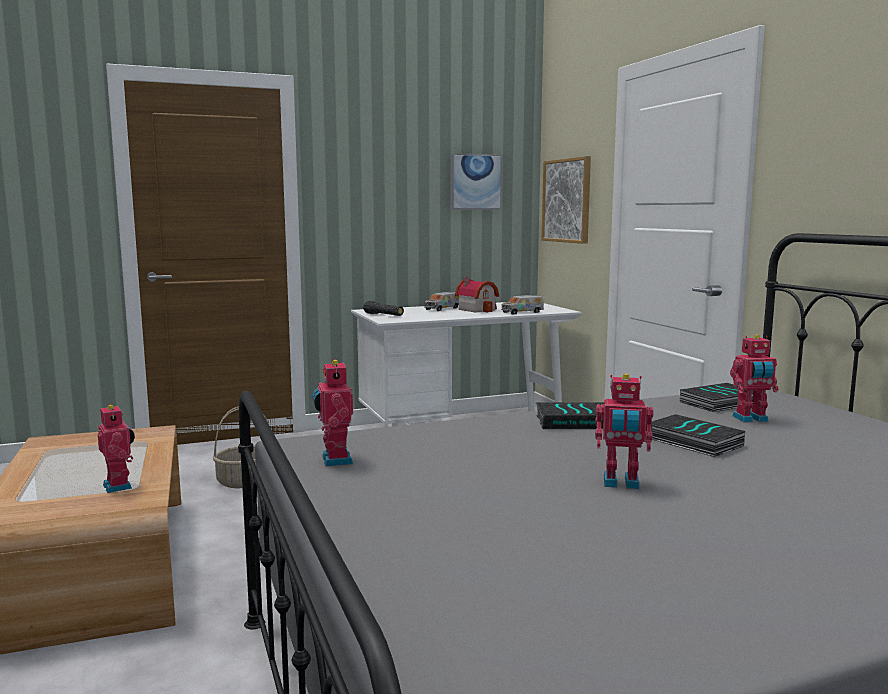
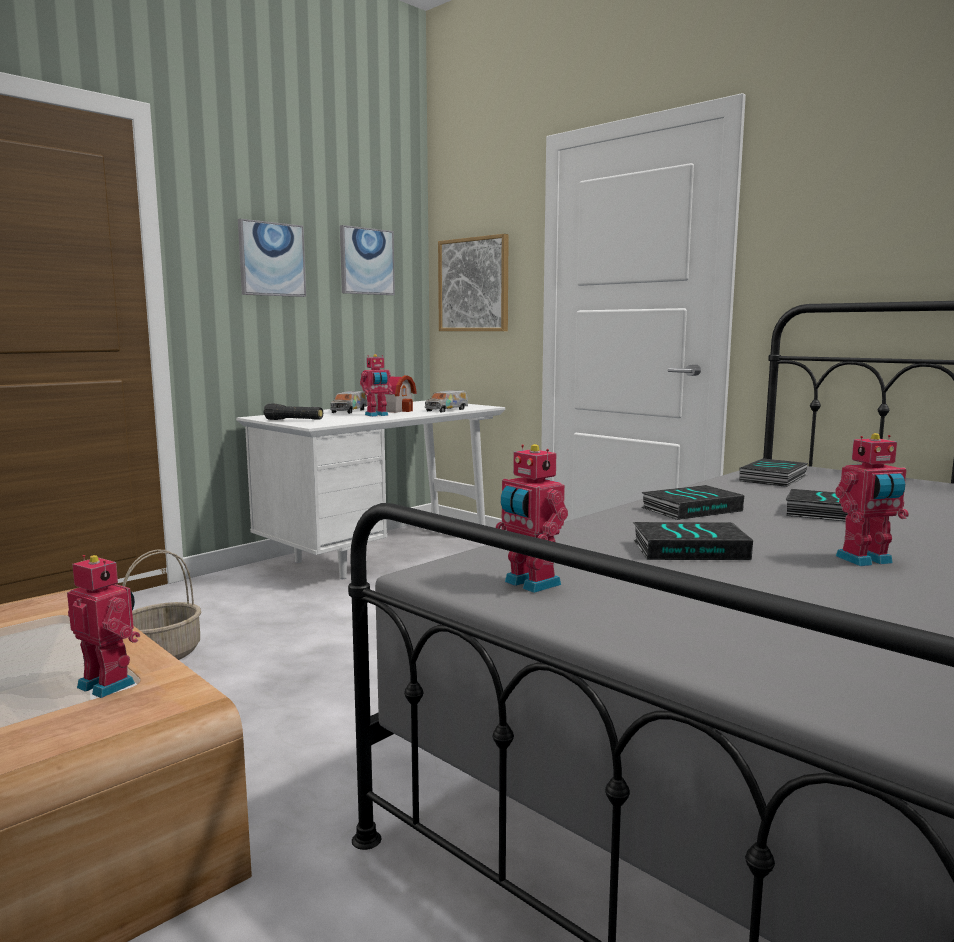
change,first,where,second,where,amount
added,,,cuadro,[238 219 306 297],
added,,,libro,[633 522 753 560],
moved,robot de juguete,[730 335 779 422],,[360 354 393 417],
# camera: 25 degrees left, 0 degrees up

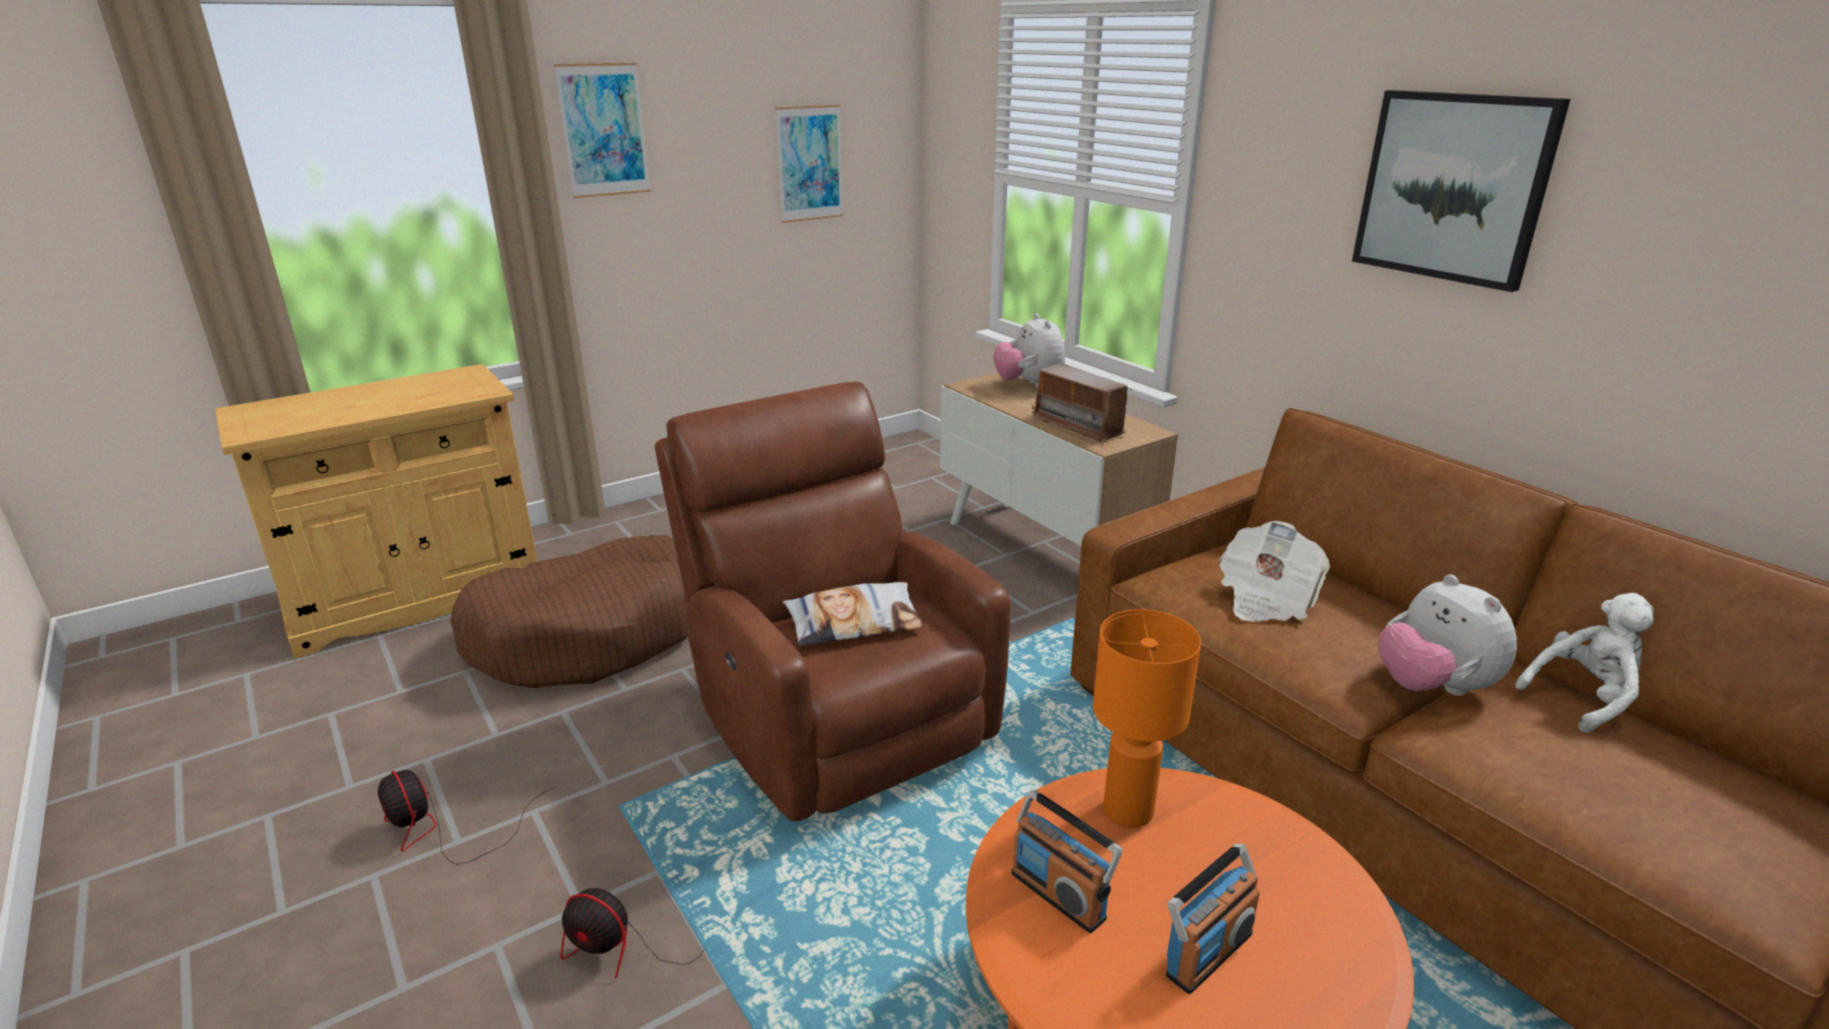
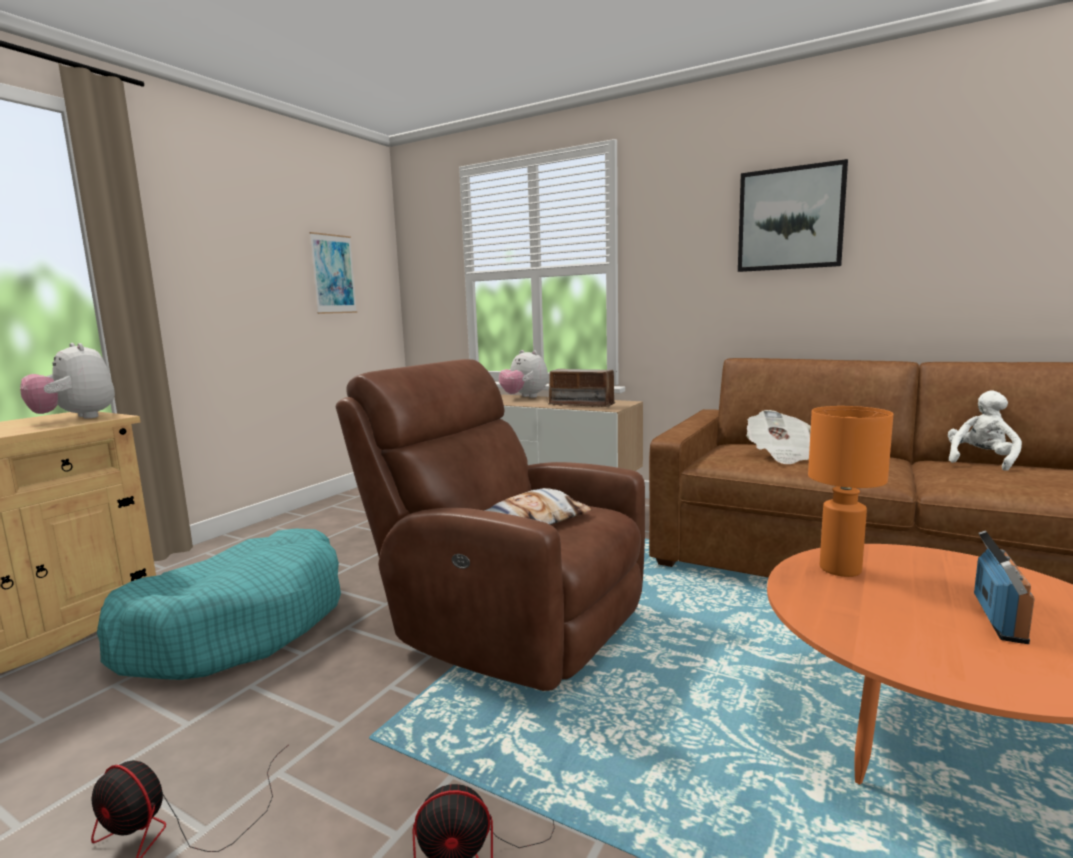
change,first,where,second,where,amount
removed,cuadro,[554 62 651 198],,,
removed,radio,[1011 790 1123 933],,,
moved,peluche,[1378 574 1517 696],,[20 343 115 419],
recoloured,cama para perro [marrón],[450 535 688 688],cama para perro [turquesa],[97 528 341 680],
# camera: 25 degrees left, 15 degrees down

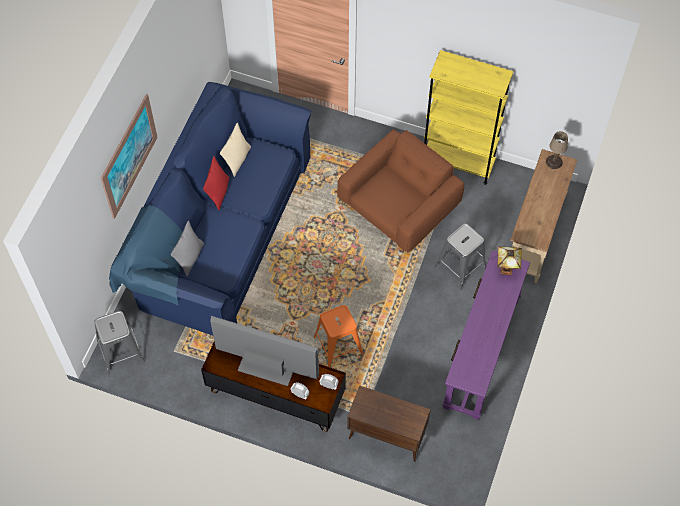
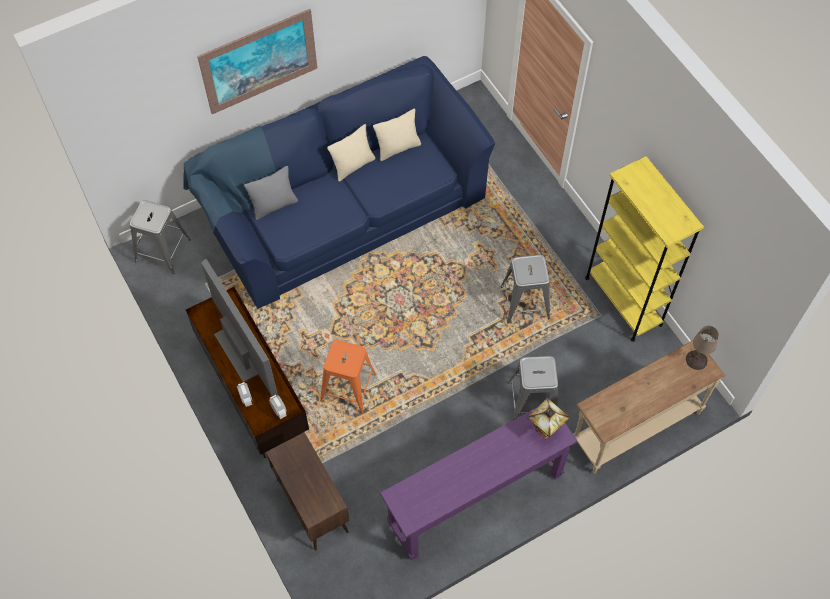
change,first,where,second,where,amount
replaced,sillón [marrón],[337 129 465 253],taburete [gris],[501 255 550 324],
recoloured,cojín [rojo],[203 156 229 210],cojín [beis],[327 124 375 181],
# camera: 40 degrees right, 0 degrees up

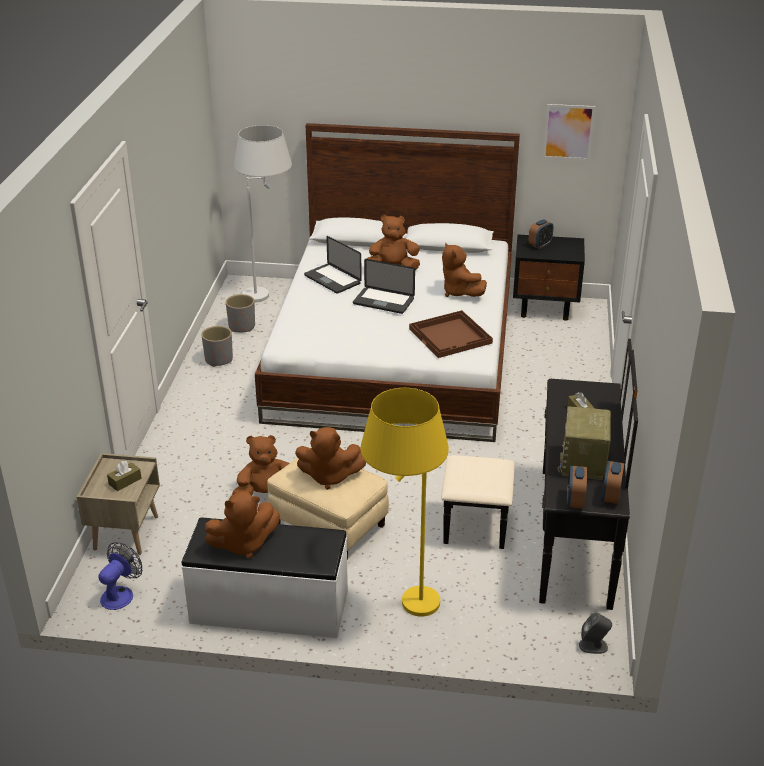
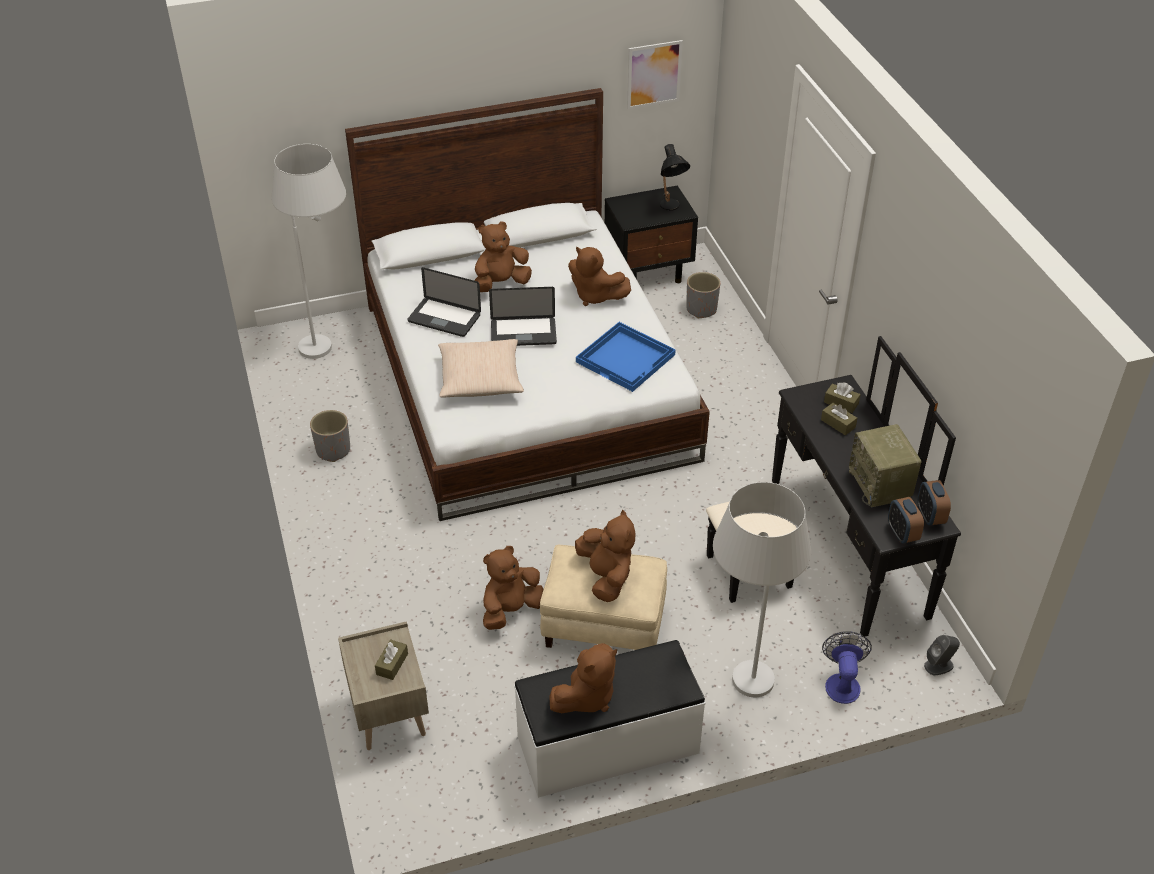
change,first,where,second,where,amount
removed,despertador,[528 219 554 249],,,
added,,,cojín [beis],[438 339 524 398],
added,,,lámpara de mesa [negro],[660 144 690 211],
added,,,caja de pañuelos [marrón],[824 382 861 413],
moved,ventilador,[98 542 142 610],,[822 631 872 704],
moved,maceta [gris],[226 294 255 332],,[686 272 720 318],
recoloured,lámpara de pie [amarillo],[361 388 449 617],lámpara de pie [blanco],[713 482 811 697],
recoloured,bandeja [marrón],[409 310 493 358],bandeja [azul],[576 322 676 392],
turned,peluche [marrón],[295 427 367 490],,[575 510 635 602],90 degrees counterclockwise
# camera: 25 degrees left, 10 degrees up

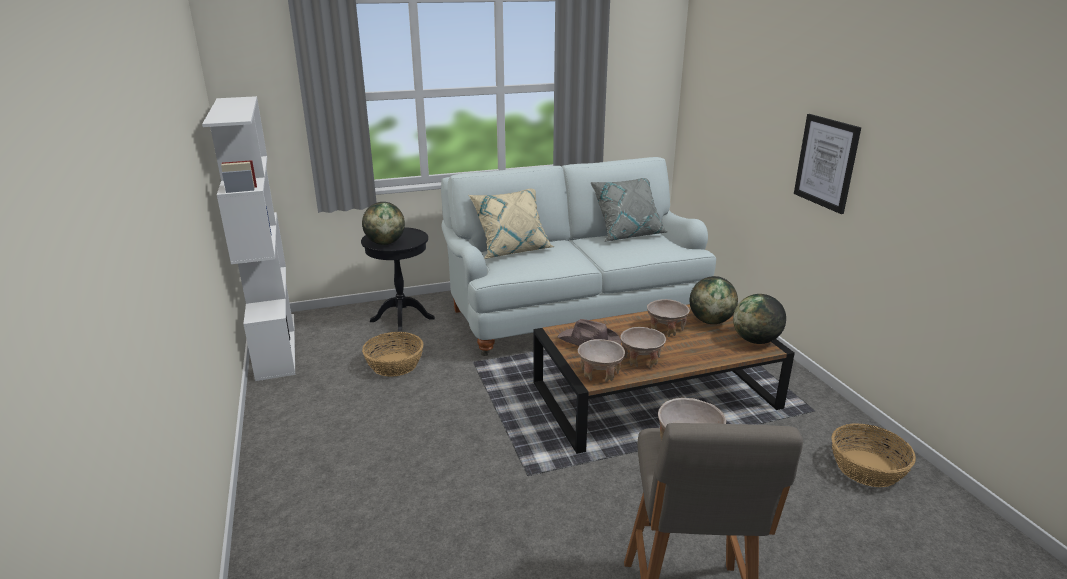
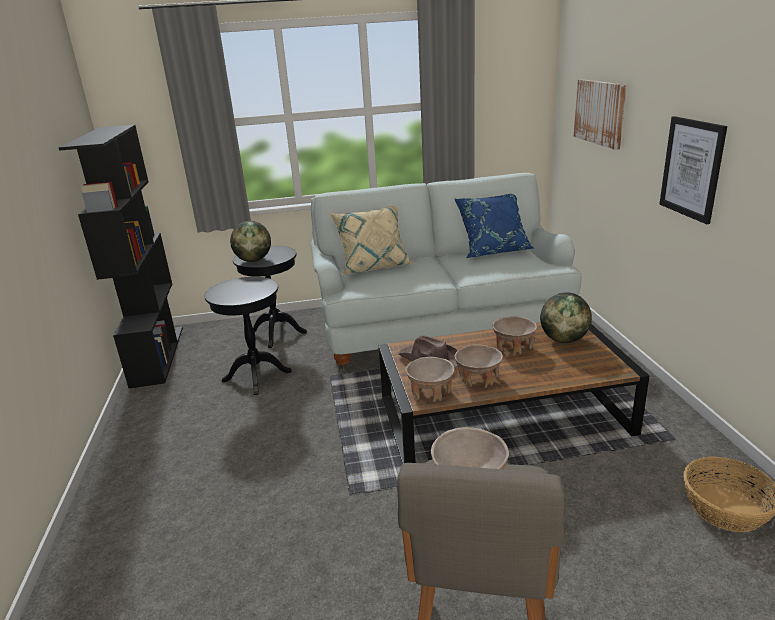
change,first,where,second,where,amount
removed,globo terráqueo,[733 294 786 344],,,
added,,,cuadro,[574 79 627 150],
replaced,cesta,[362 332 423 377],mesa auxiliar [negro],[205 277 292 395],
recoloured,estantería [blanco],[202 96 295 381],estantería [negro],[58 125 183 388],
recoloured,cojín [gris],[591 178 667 242],cojín [azul],[455 194 534 258],
# camera: 10 degrees right, 0 degrees up

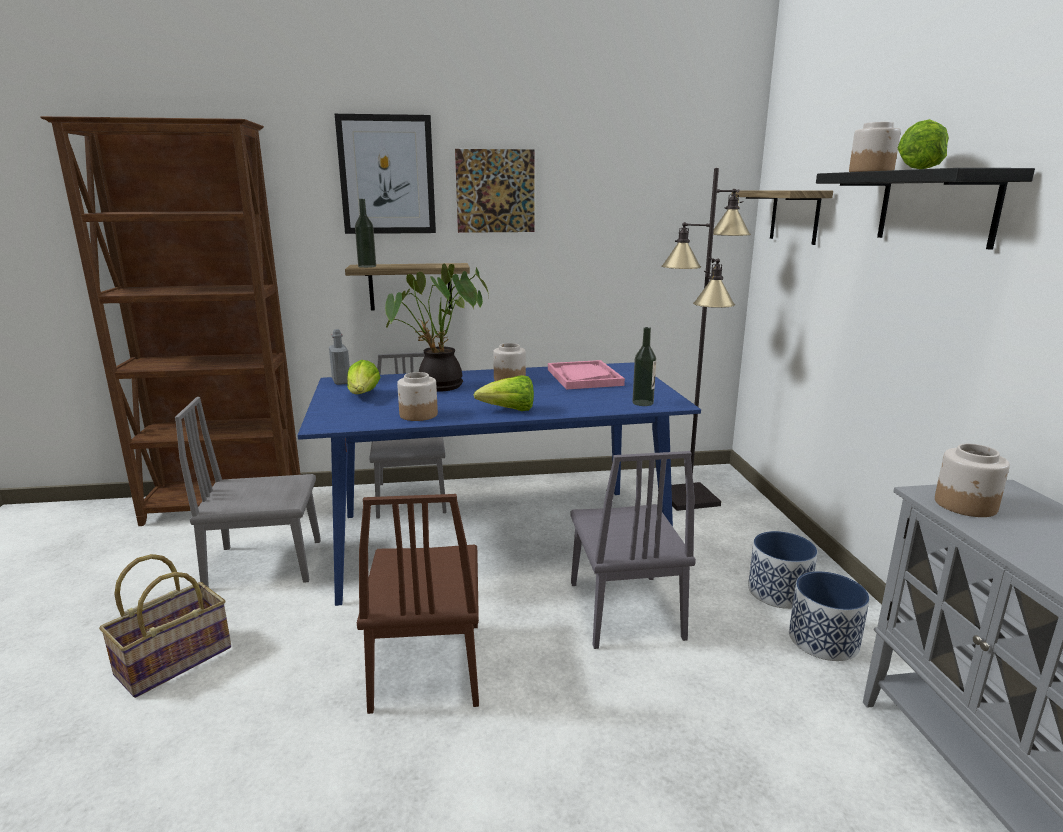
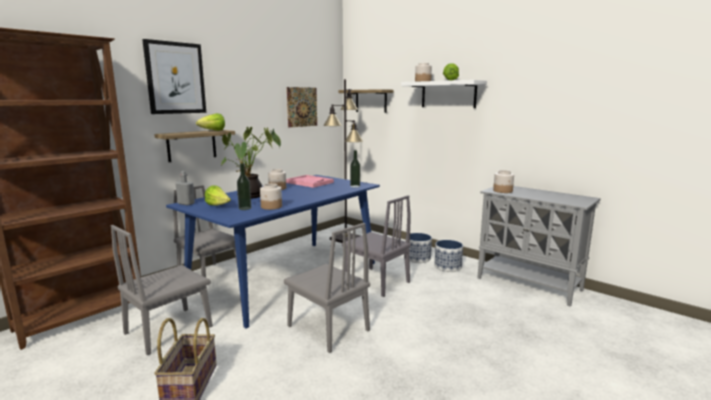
change,first,where,second,where,amount
moved,botella,[355 199 376 268],,[237 164 251 210],
moved,cuadro,[455 149 535 233],,[287 87 317 127],
moved,lechuga,[474 375 534 411],,[196 113 225 131],
recoloured,silla [marrón],[357 494 479 714],silla [gris],[284 223 370 353],
recoloured,estante [negro],[816 168 1035 250],estante [blanco],[401 80 487 108],
# camera: 40 degrees left, 5 degrees down

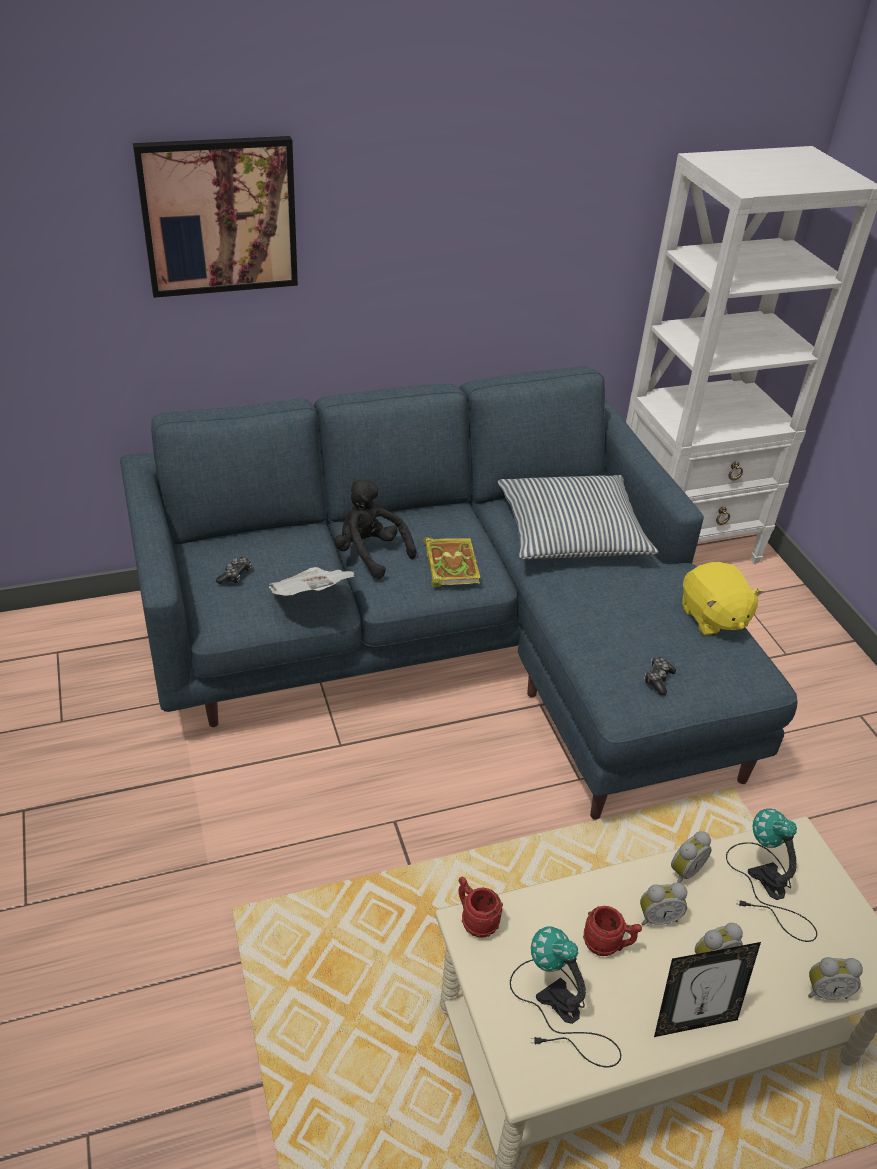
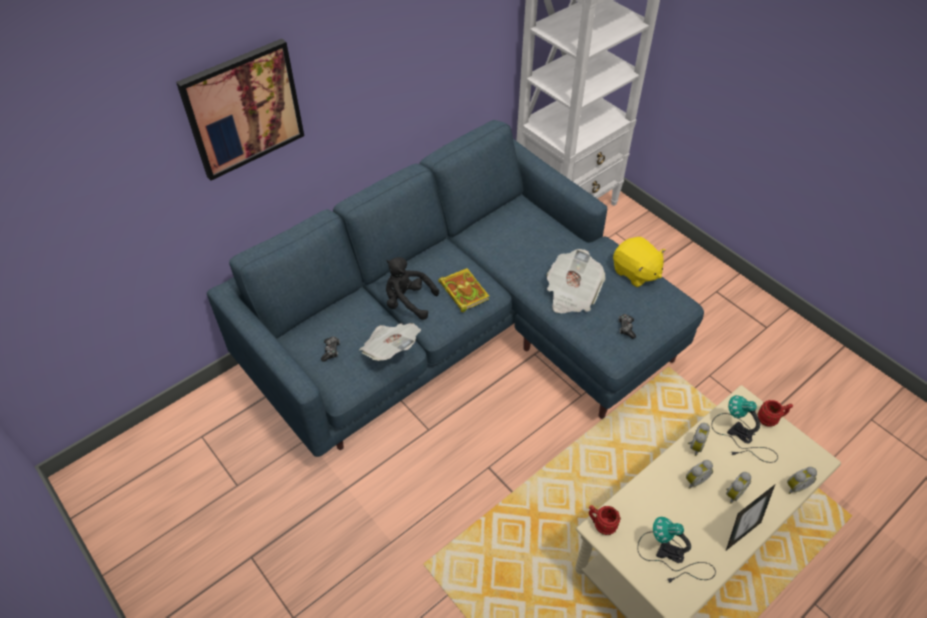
change,first,where,second,where,amount
removed,cojín,[498 475 659 559],,,
added,,,periódico,[546 249 605 313],
moved,taza grande [rojo],[583 906 642 956],,[757 400 793 427],
# camera: 20 degrees left, 10 degrees up

